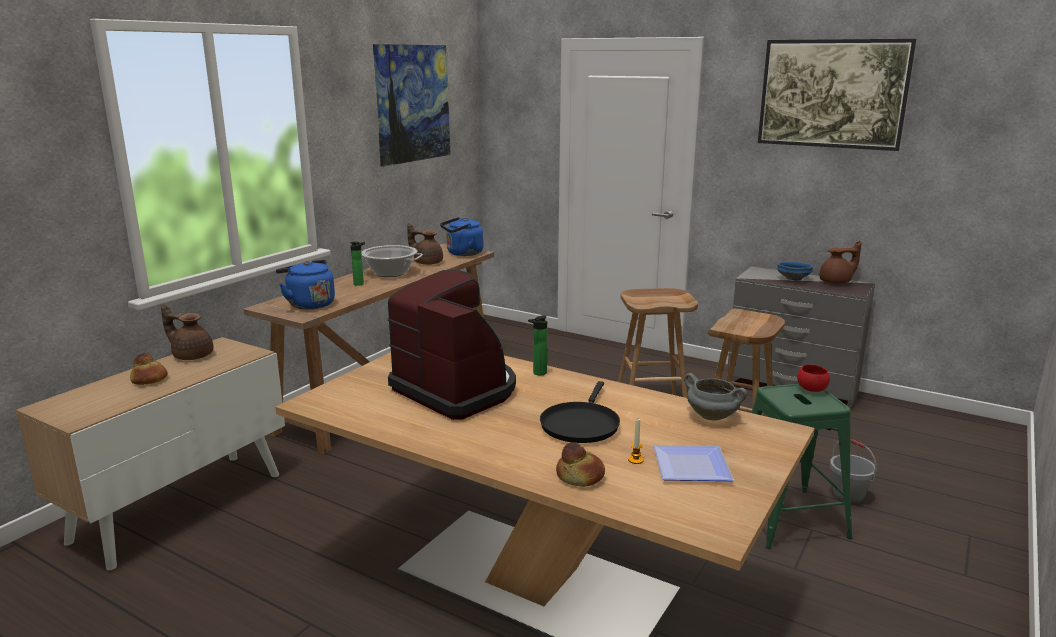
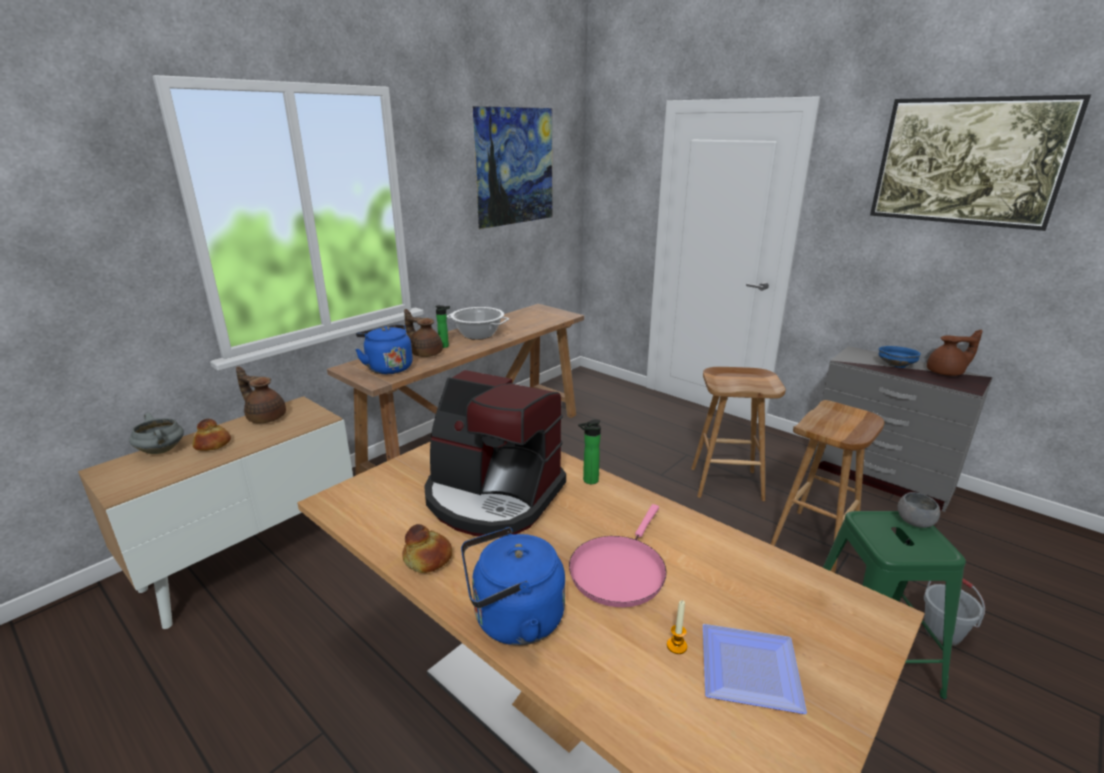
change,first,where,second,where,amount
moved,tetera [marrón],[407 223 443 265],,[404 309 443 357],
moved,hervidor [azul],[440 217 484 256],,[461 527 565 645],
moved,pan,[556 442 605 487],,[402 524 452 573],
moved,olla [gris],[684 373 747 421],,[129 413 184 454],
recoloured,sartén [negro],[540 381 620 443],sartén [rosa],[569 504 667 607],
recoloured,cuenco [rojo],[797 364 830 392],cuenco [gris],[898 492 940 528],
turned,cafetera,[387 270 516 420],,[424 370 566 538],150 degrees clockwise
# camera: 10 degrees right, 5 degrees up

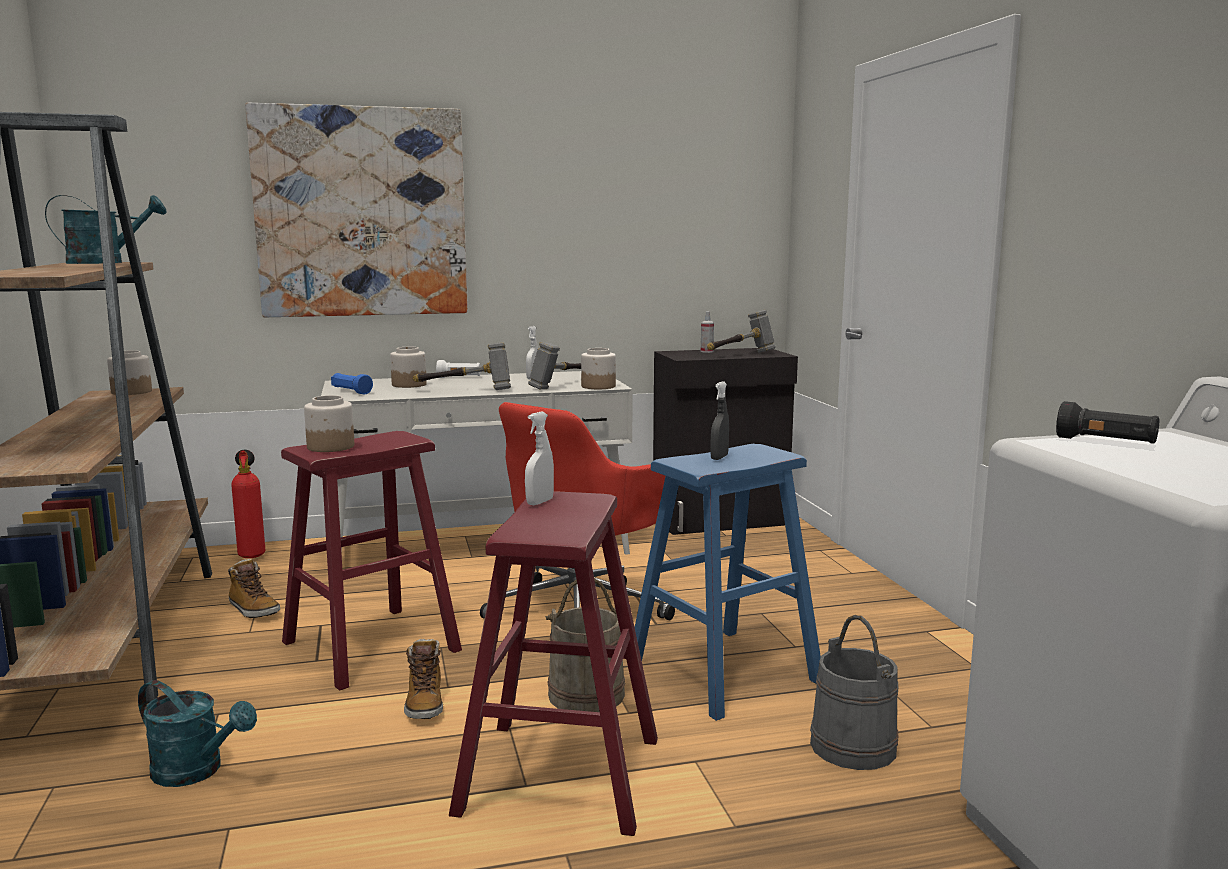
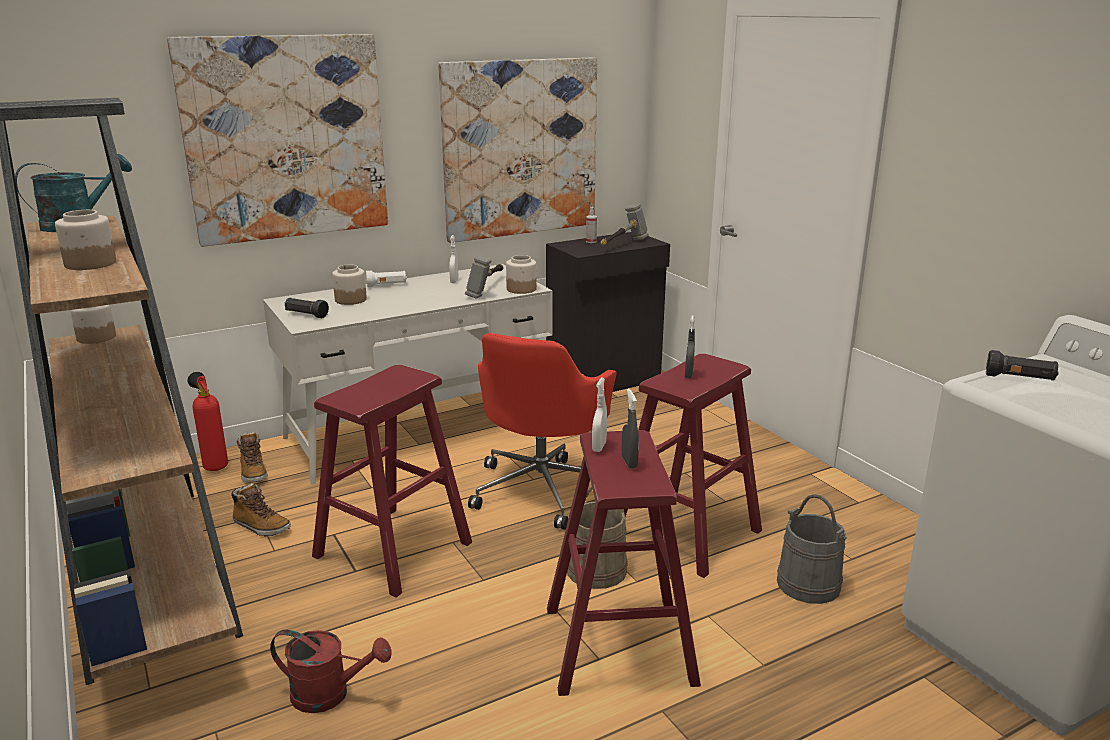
change,first,where,second,where,amount
removed,martillo,[412 342 511 390],,,
added,,,cuadro,[438 58 597 243],
added,,,pulverizador [gris],[622 389 639 469],
moved,tarro,[304 395 354 452],,[55 210 116 270],
moved,bota,[404 639 443 719],,[237 432 268 482],
recoloured,regadera [turquesa],[138 680 257 787],regadera [rojo],[270 630 392 713],
recoloured,linterna [azul],[331 373 373 394],linterna [negro],[285 298 329 318],
recoloured,taburete [azul],[635 444 821 721],taburete [rojo],[624 354 762 578],
# camera: 15 degrees left, 10 degrees up

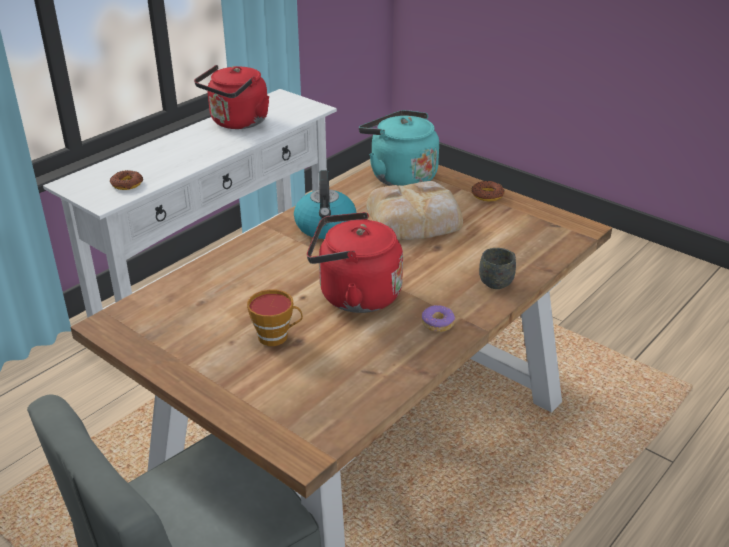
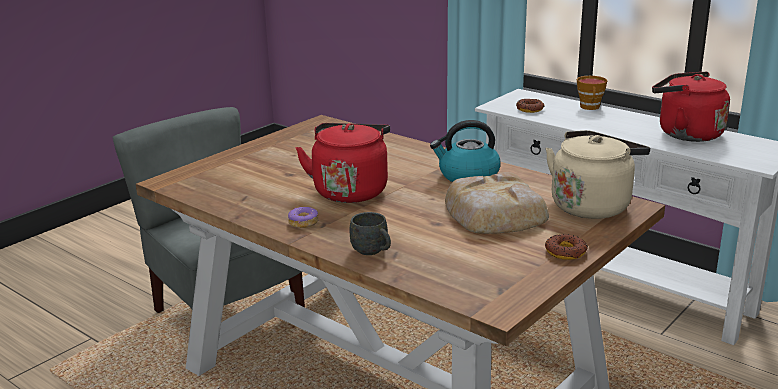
change,first,where,second,where,amount
moved,taza,[247 289 303 346],,[577 76 608 110],
recoloured,hervidor [turquesa],[359 110 439 186],hervidor [beis],[546 130 650 219],
# camera: 90 degrees right, 10 degrees down

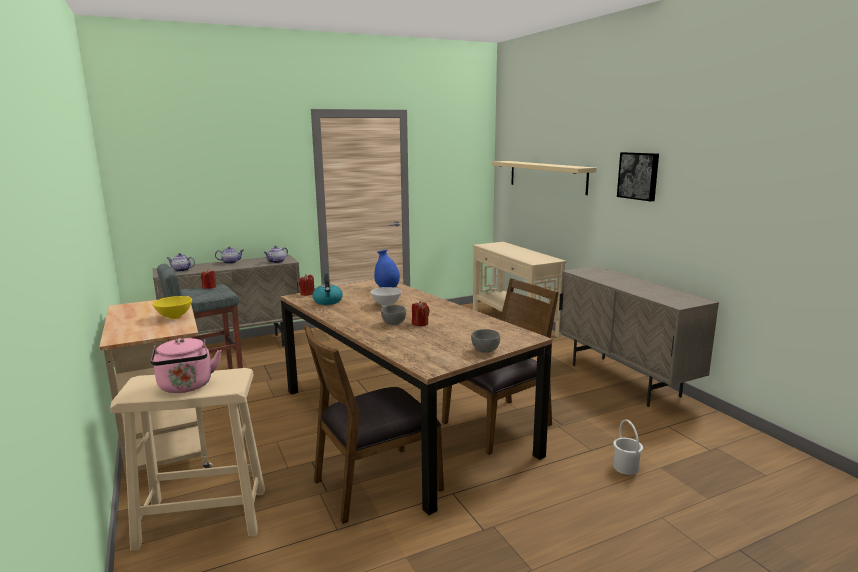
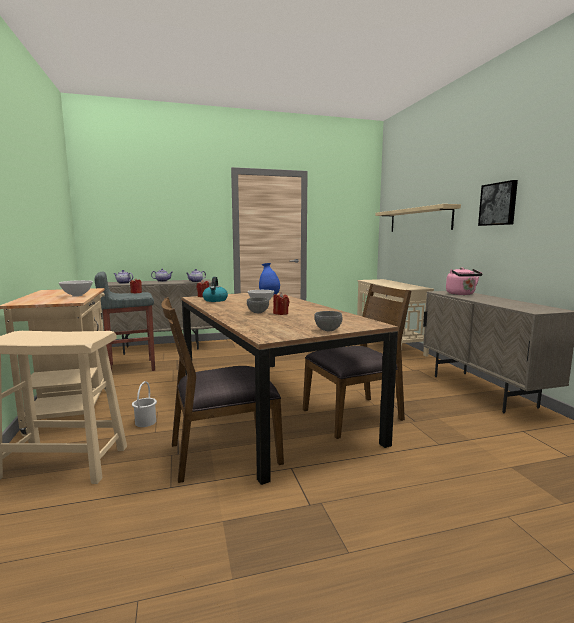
change,first,where,second,where,amount
moved,hervidor [rosa],[151 338 221 393],,[446 267 483 295],
moved,cubo [blanco],[613 419 643 475],,[132 381 157 427],
recoloured,cuenco [amarillo],[152 296 192 319],cuenco [blanco],[59 280 93 297],
# camera: 10 degrees right, 5 degrees down

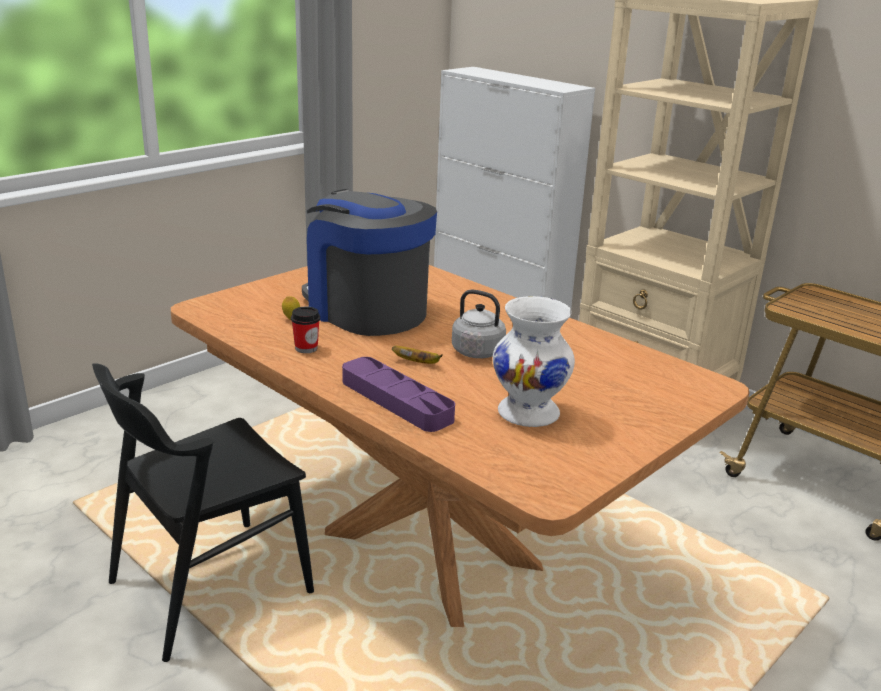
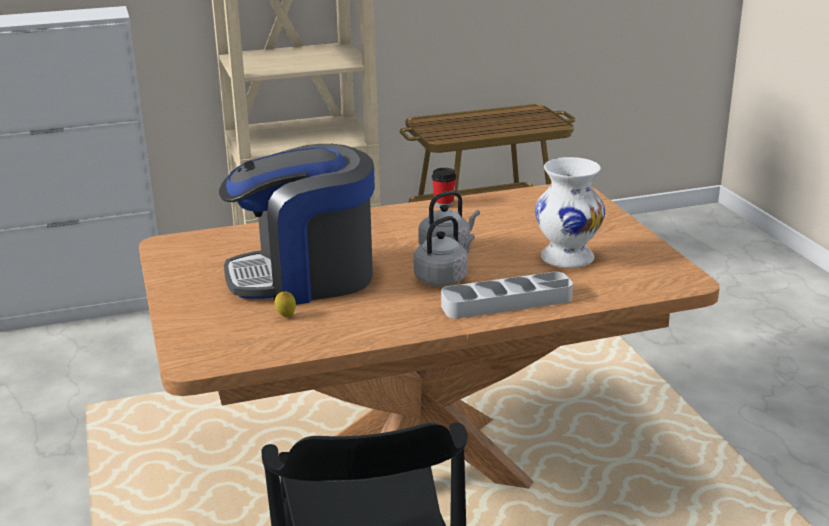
change,first,where,second,where,amount
moved,taza,[291 307 320 353],,[432 168 456 207],
replaced,plátano,[392 346 442 364],hervidor [gris],[414 216 475 287],
recoloured,bandeja [morado],[342 357 455 432],bandeja [gris],[441 272 573 319],
# camera: 60 degrees left, 0 degrees up

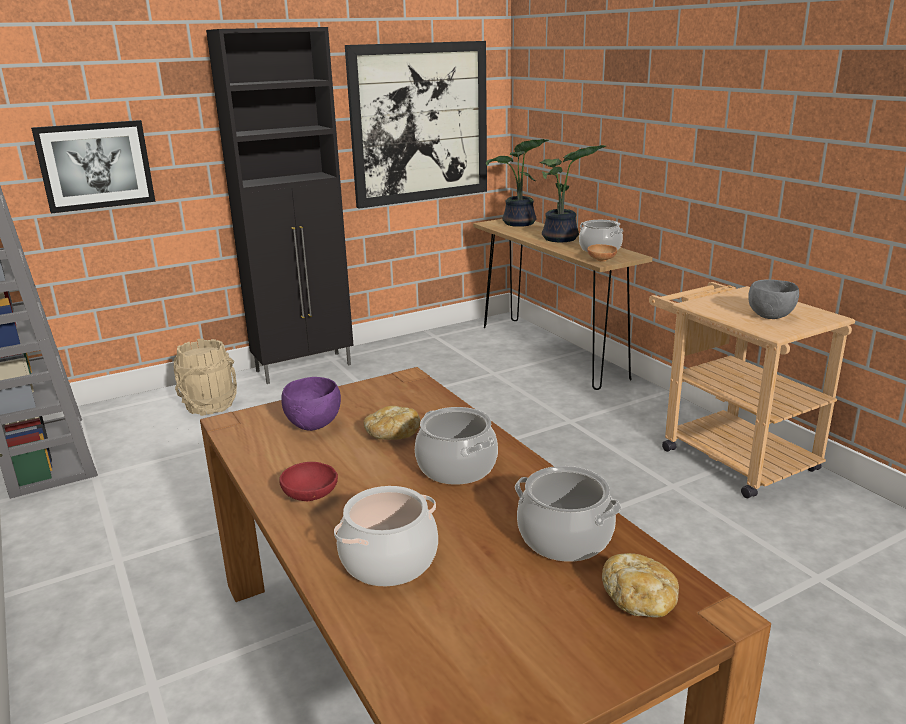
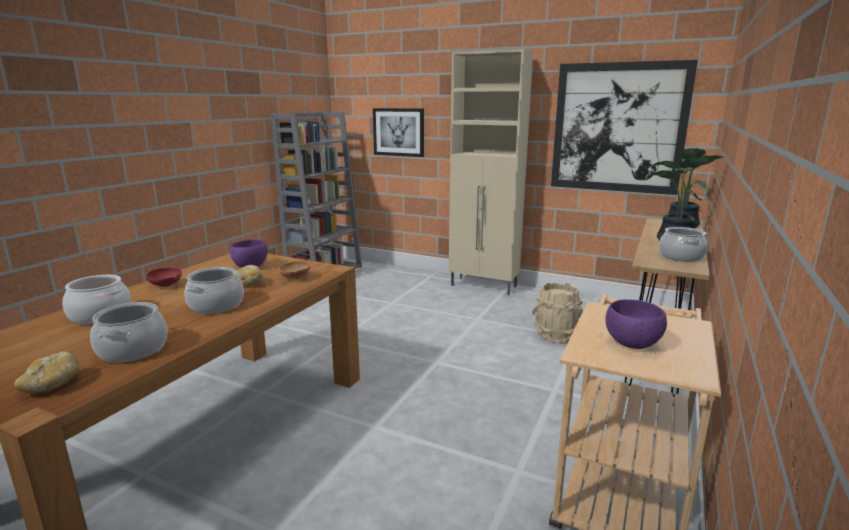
change,first,where,second,where,amount
moved,cubo [beis],[174 339 237 416],,[532 282 583 343],
moved,cuenco [marrón],[587 244 617 262],,[279 261 310 280],
recoloured,armario [negro],[206 27 354 384],armario [beis],[449 49 533 295],
recoloured,cuenco [gris],[748 279 799 319],cuenco [morado],[605 299 667 349],
# camera: 55 degrees right, 5 degrees down

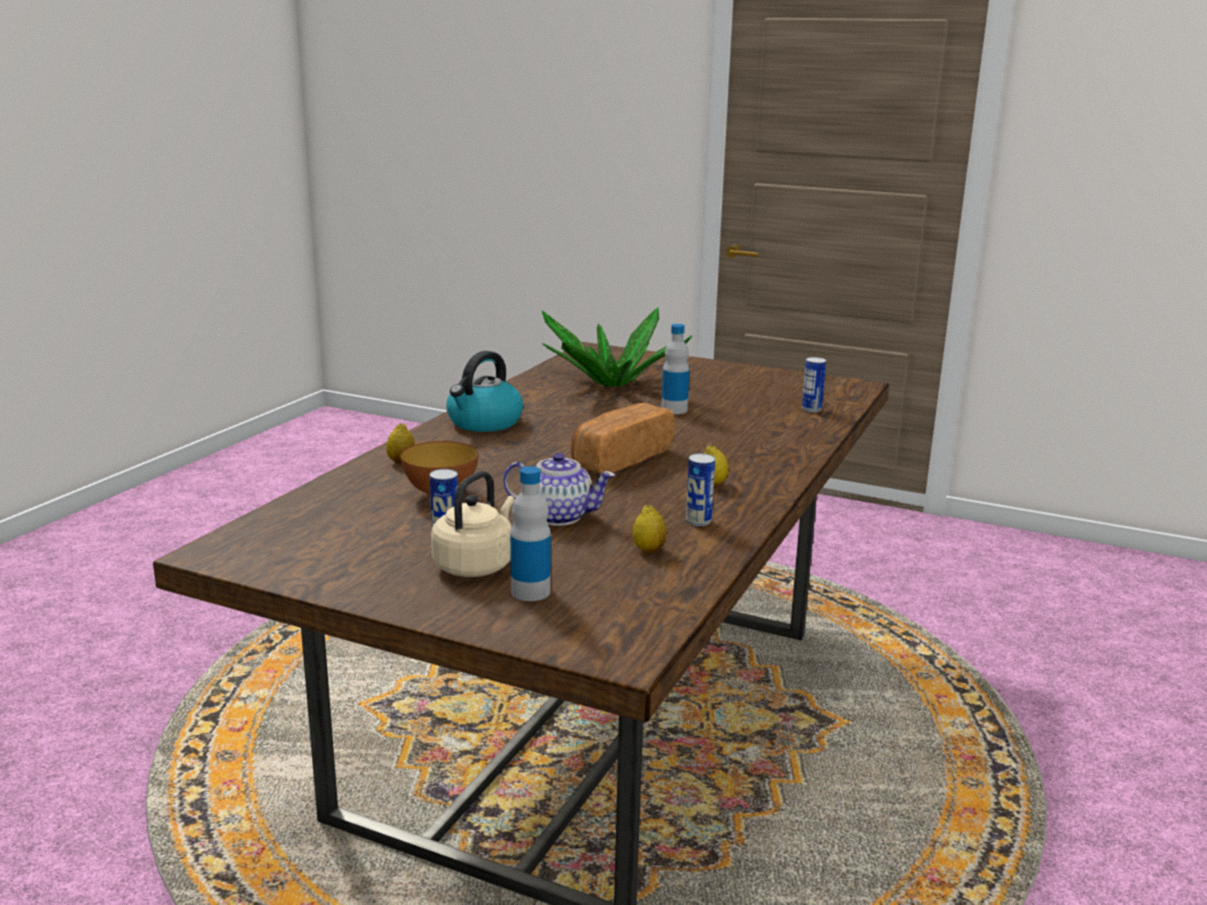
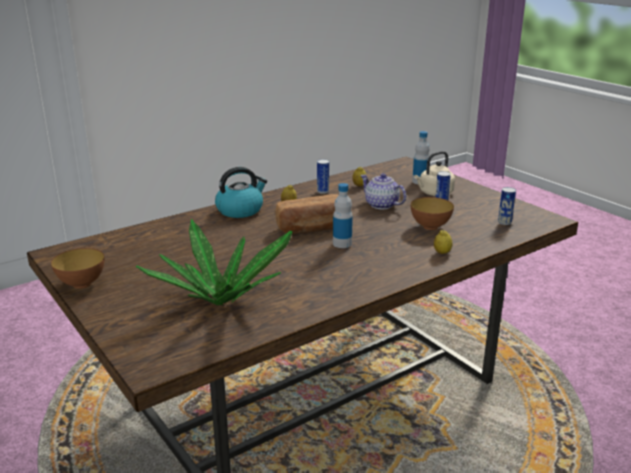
change,first,where,second,where,amount
added,,,cuenco,[51 248 105 289],
moved,hervidor,[446 351 523 432],,[215 167 267 218],
moved,botella,[661 324 689 414],,[333 183 353 248],
moved,lata,[802 357 826 412],,[498 187 516 225],
# camera: 150 degrees left, 5 degrees up

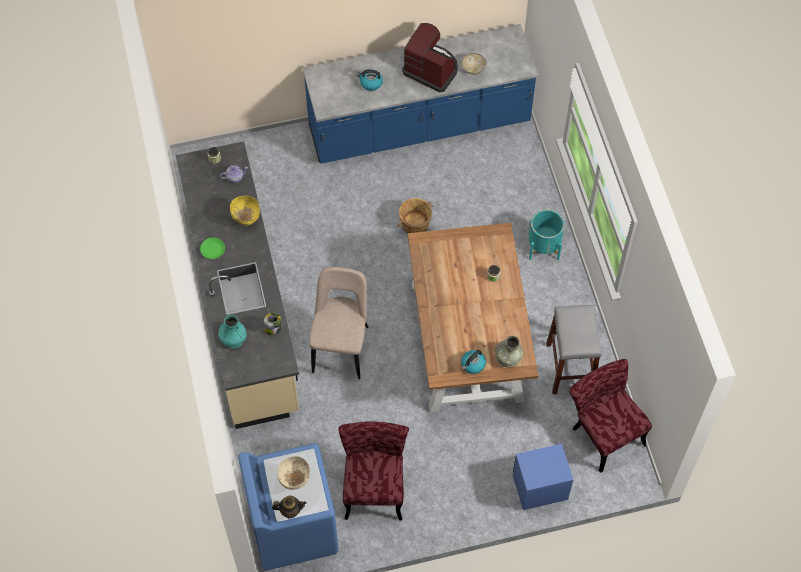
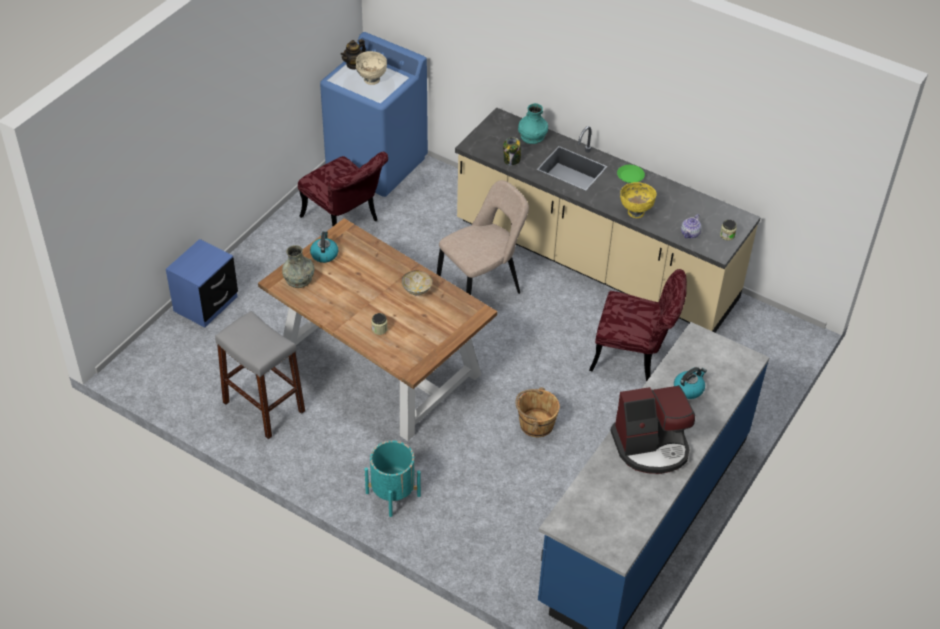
change,first,where,second,where,amount
moved,cuenco,[462 53 486 74],,[402 270 433 295],
moved,silla [rojo],[569 359 652 473],,[589 269 687 381],
turned,silla [beis],[309 267 369 379],,[437 180 529 295],90 degrees counterclockwise
# camera: 135 degrees right, 15 degrees down

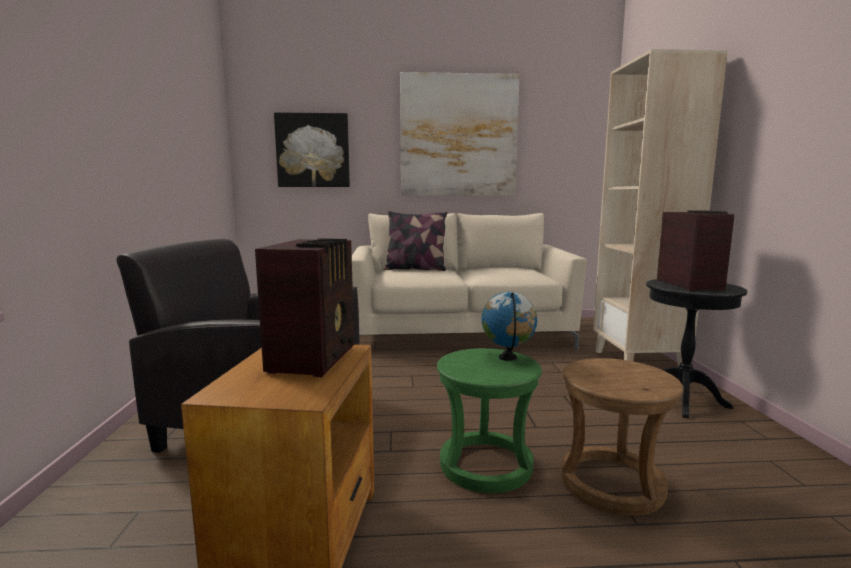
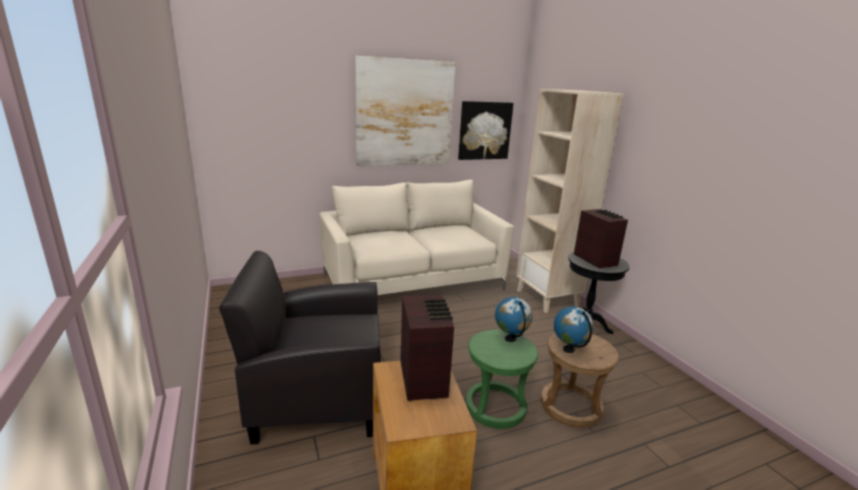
change,first,where,second,where,amount
removed,cojín,[384 211 447 271],,,
added,,,globo terráqueo,[554 307 594 353],
moved,cuadro,[274 112 350 187],,[458 101 514 160],
# camera: 20 degrees left, 10 degrees up

